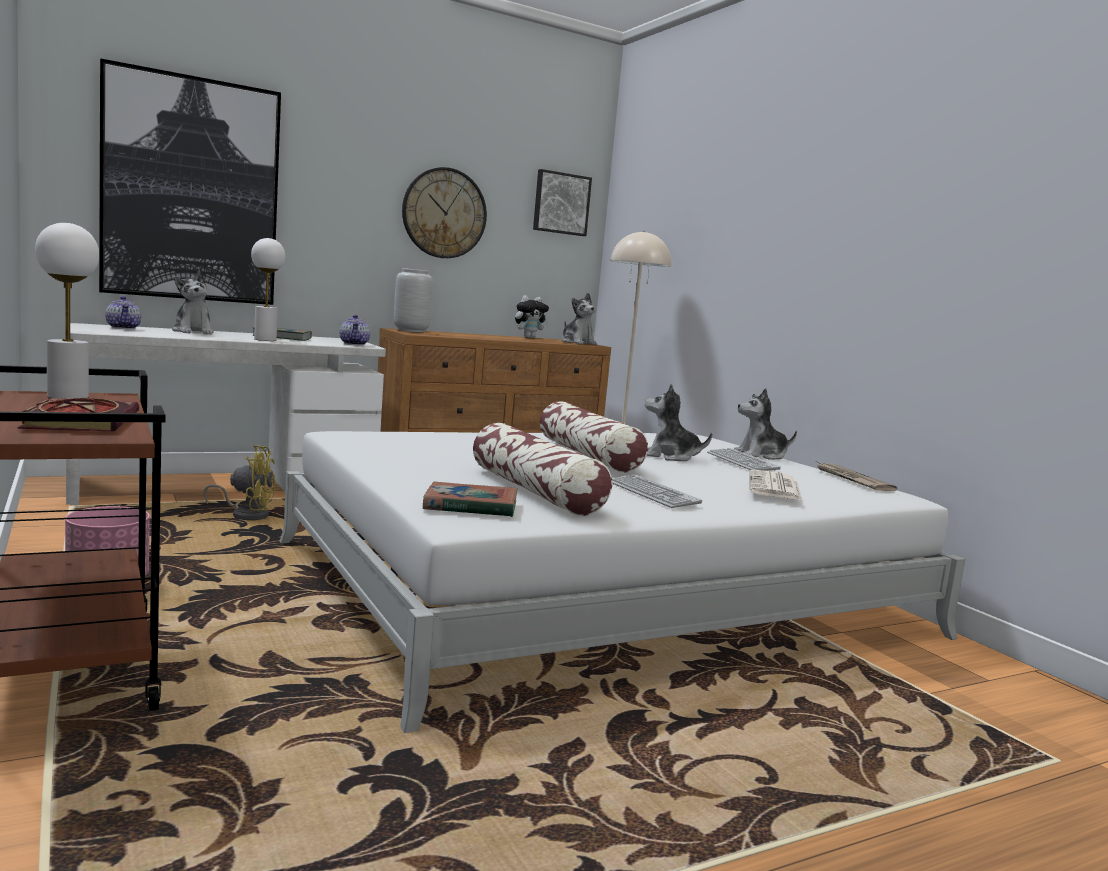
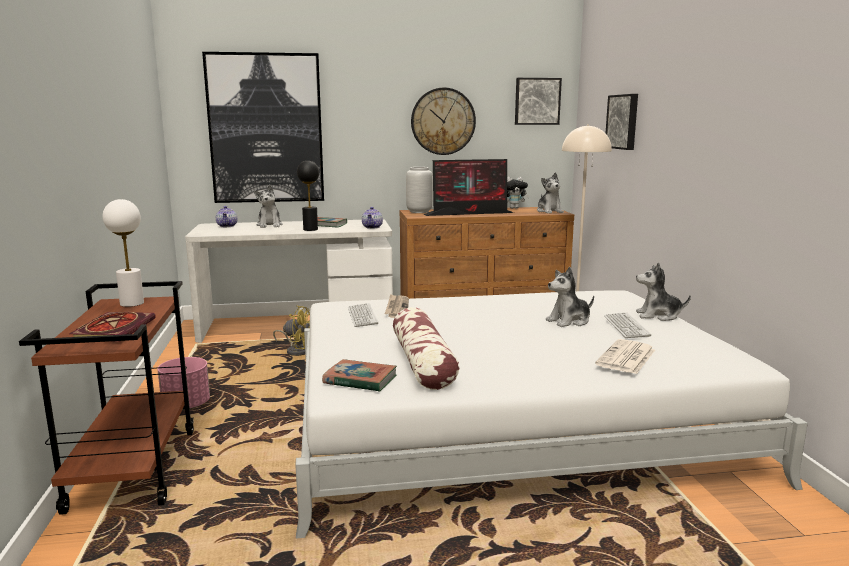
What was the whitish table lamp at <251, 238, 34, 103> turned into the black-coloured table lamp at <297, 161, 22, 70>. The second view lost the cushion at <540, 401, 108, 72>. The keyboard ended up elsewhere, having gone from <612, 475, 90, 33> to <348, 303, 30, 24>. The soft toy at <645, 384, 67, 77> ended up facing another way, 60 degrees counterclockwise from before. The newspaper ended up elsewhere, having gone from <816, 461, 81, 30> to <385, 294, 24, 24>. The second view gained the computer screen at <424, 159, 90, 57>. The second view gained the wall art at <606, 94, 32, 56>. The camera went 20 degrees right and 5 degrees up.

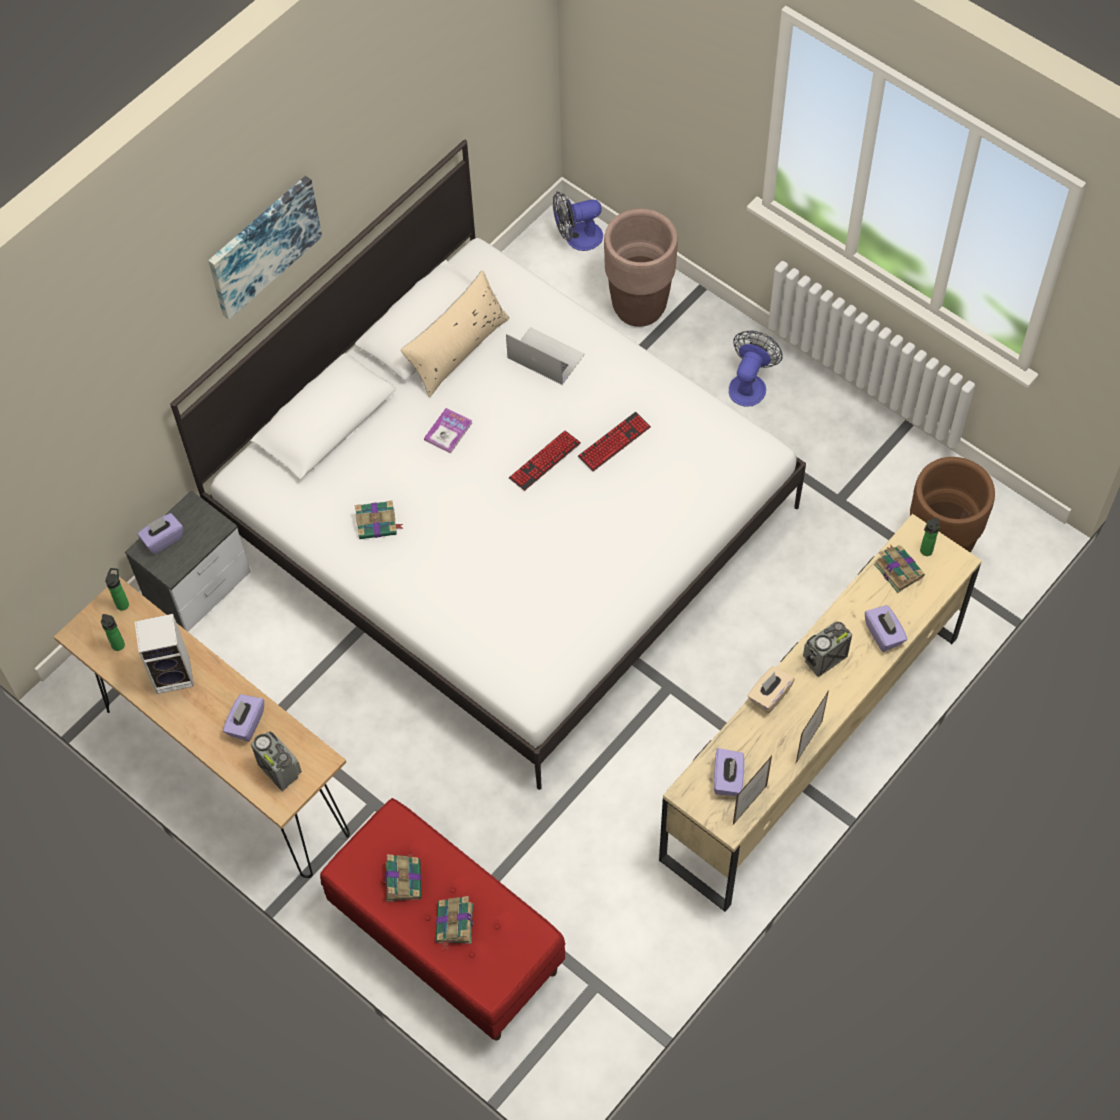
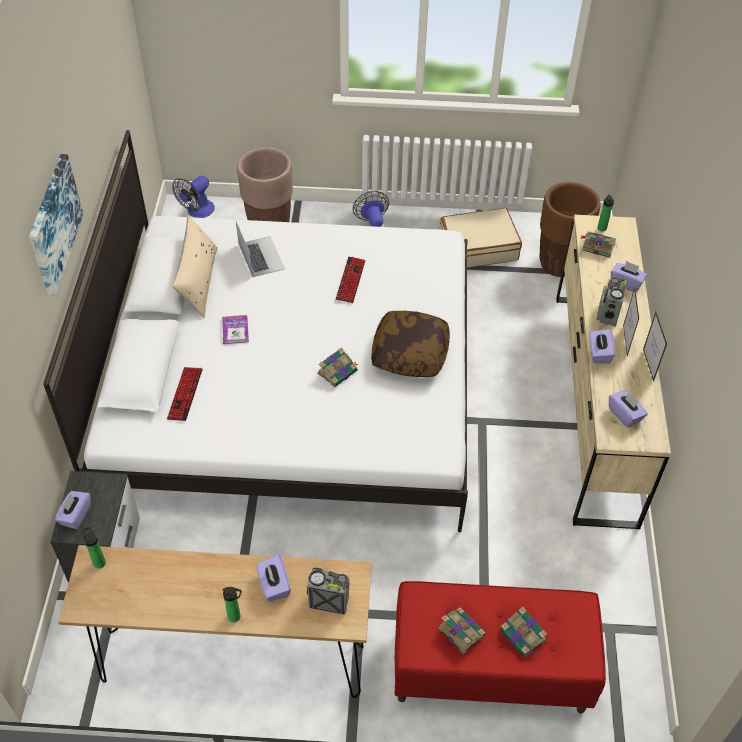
The bottle ended up elsewhere, having gone from <101, 614, 24, 37> to <222, 587, 20, 35>. The second view lost the speaker at <134, 614, 60, 80>. The book ended up elsewhere, having gone from <355, 500, 48, 39> to <317, 347, 41, 40>. The notebook computer at <506, 327, 79, 58> ended up facing another way, 75 degrees clockwise from before. The keyboard ended up elsewhere, having gone from <509, 430, 72, 61> to <167, 367, 36, 54>. The picture frame ended up elsewhere, having gone from <732, 756, 40, 70> to <623, 288, 16, 68>. What was the sand-coloured tissue holder at <748, 666, 47, 48> turned into the purplish tissue holder at <589, 329, 26, 35>. The second view gained the cushion at <371, 311, 79, 66>. The second view gained the sand-coloured piece of luggage at <439, 208, 83, 60>. The camera went 40 degrees left and 10 degrees down.

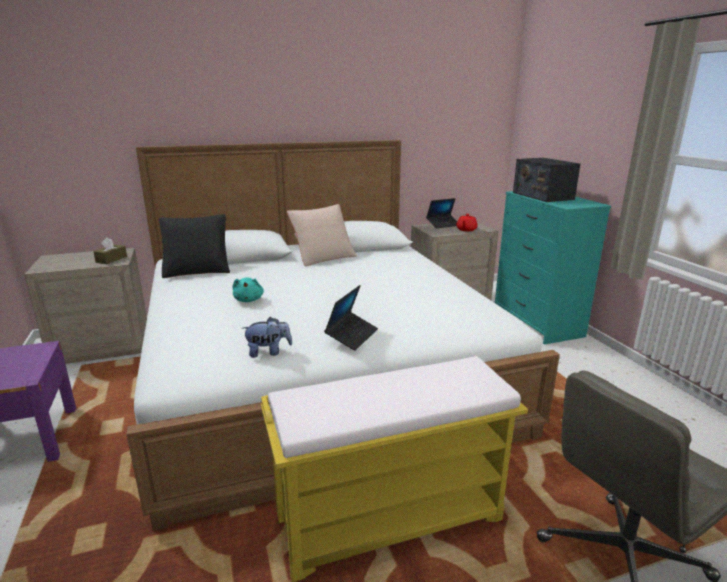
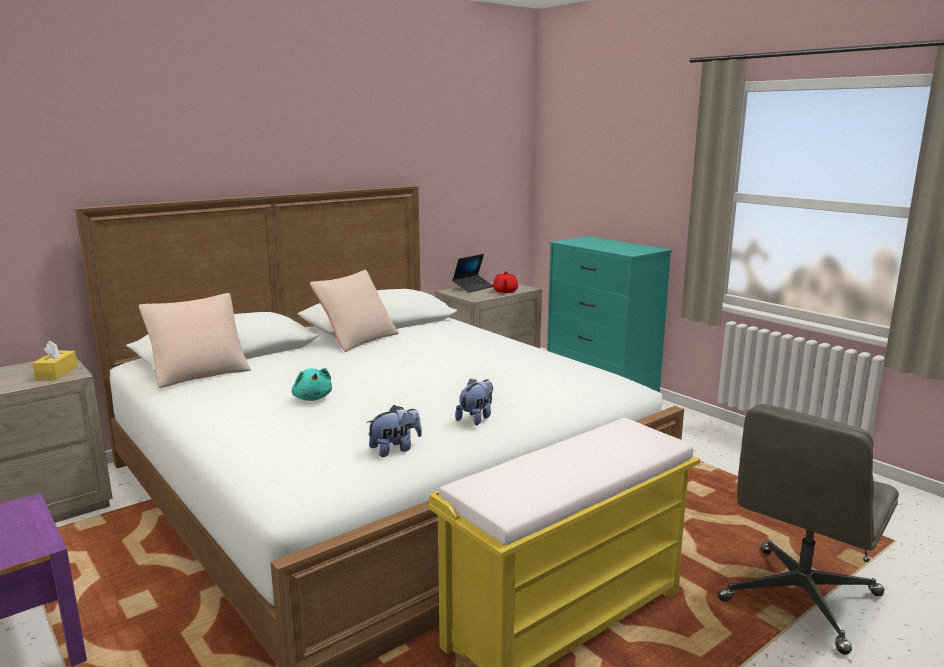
What was the brown-coloured tissue holder at <93, 237, 34, 27> turned into the yellow-coloured tissue holder at <32, 341, 45, 39>. What was the black-coloured cushion at <159, 214, 71, 64> turned into the sand-coloured cushion at <138, 293, 113, 95>. Where the notebook computer stood at <324, 285, 54, 66>, the soft toy came to stand at <455, 378, 38, 48>. The second view lost the radio receiver at <513, 158, 67, 44>. The camera went 20 degrees left and 5 degrees down.

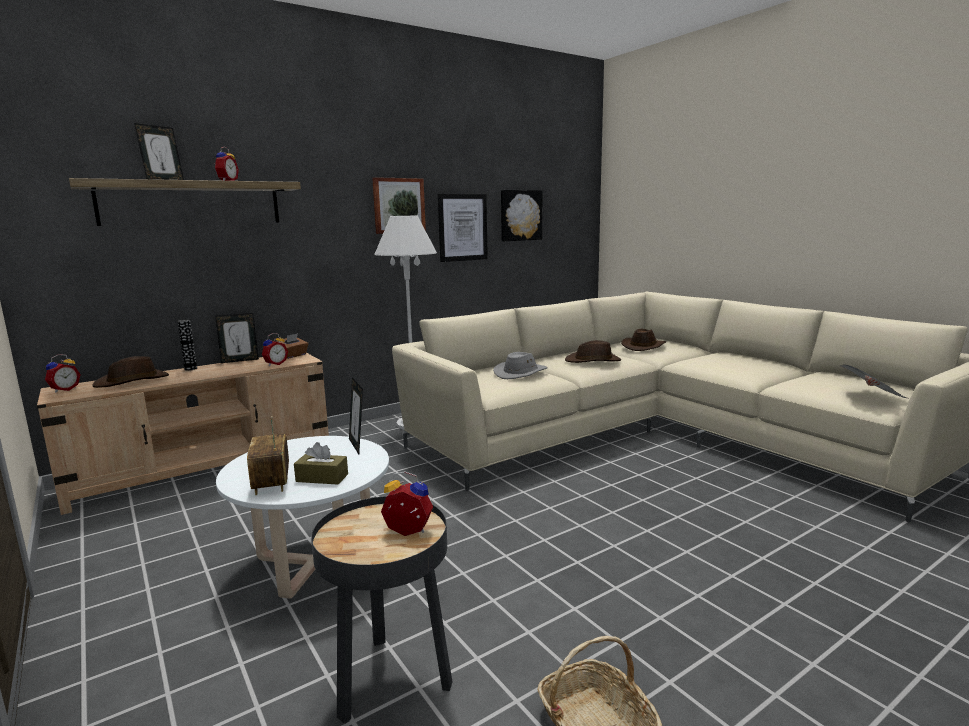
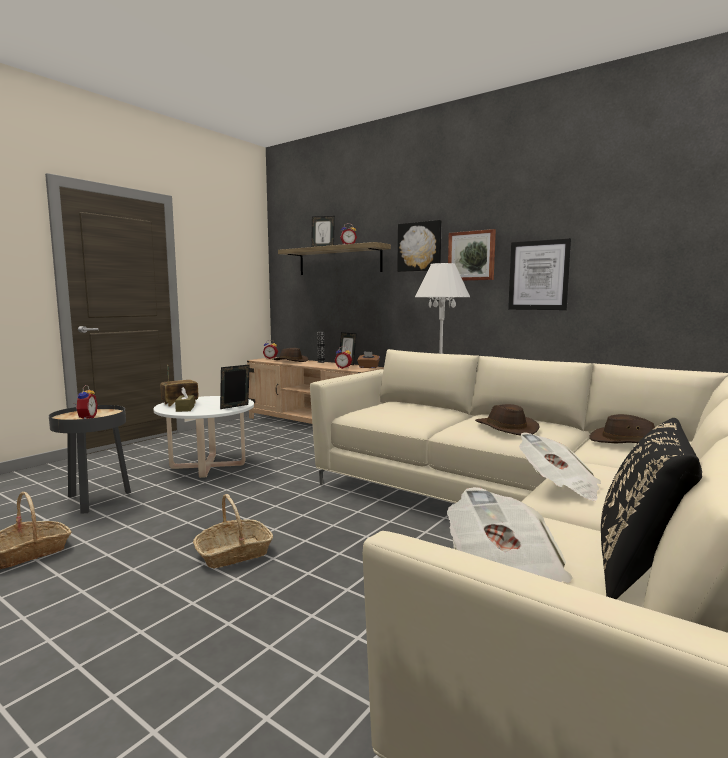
The second view lost the grey clothing hat at <493, 352, 55, 27>. The wall art ended up elsewhere, having gone from <501, 190, 41, 51> to <397, 220, 45, 52>. The second view gained the storage basket at <193, 494, 80, 74>. The second view gained the newspaper at <519, 432, 82, 69>. The second view gained the black-coloured cushion at <601, 418, 101, 181>. The camera went 70 degrees right and 5 degrees down.

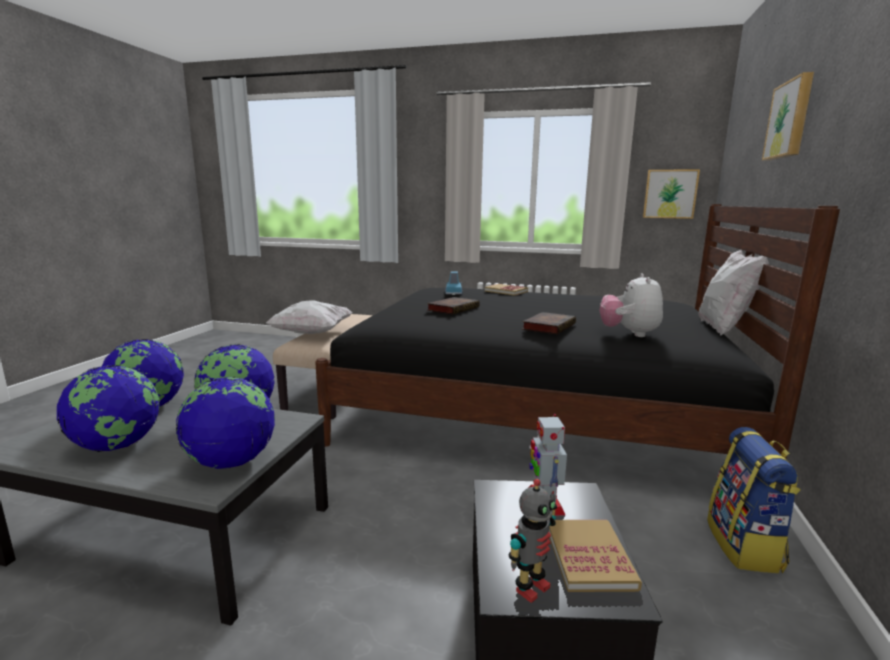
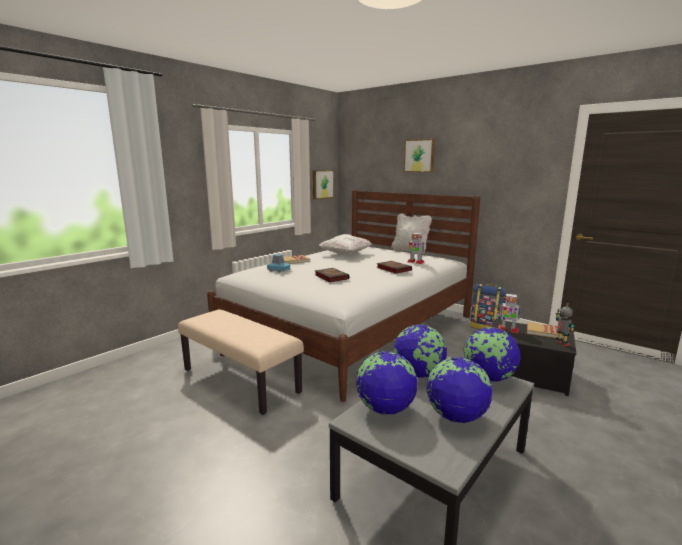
The whitish cushion ended up elsewhere, having gone from <266, 300, 86, 34> to <319, 234, 52, 21>. What was the black-coloured bed at <315, 204, 525, 255> turned into the whitish bed at <207, 190, 273, 212>. Where the soft toy stood at <600, 273, 63, 64>, the robot figure came to stand at <407, 232, 18, 32>. The camera went 65 degrees left and 0 degrees up.

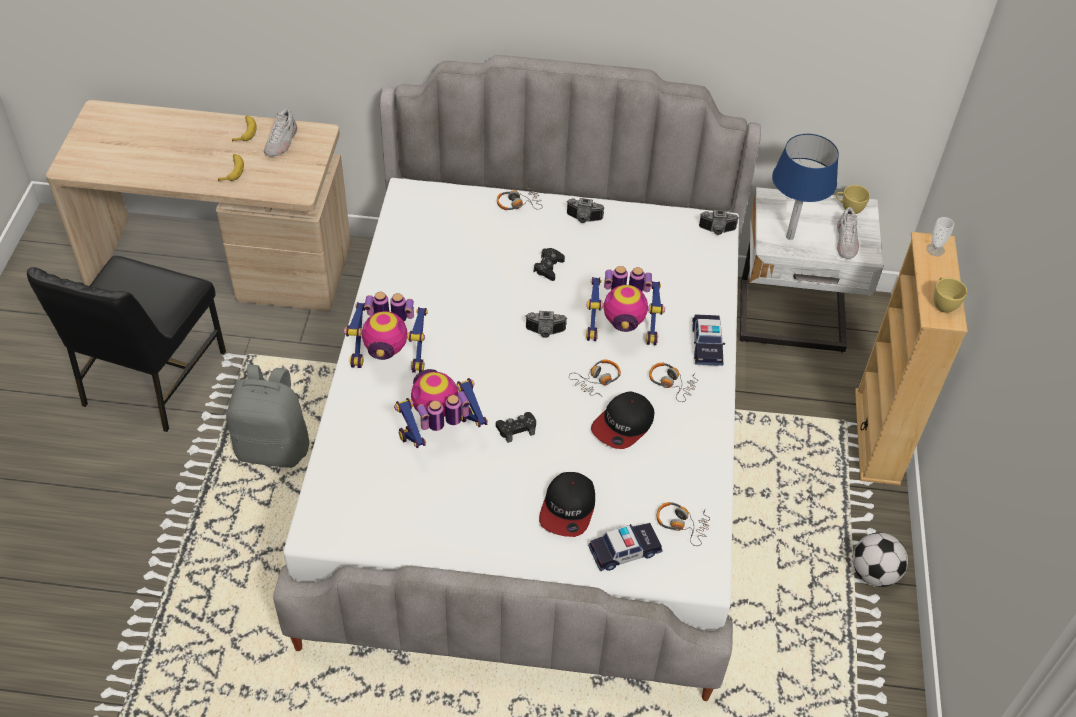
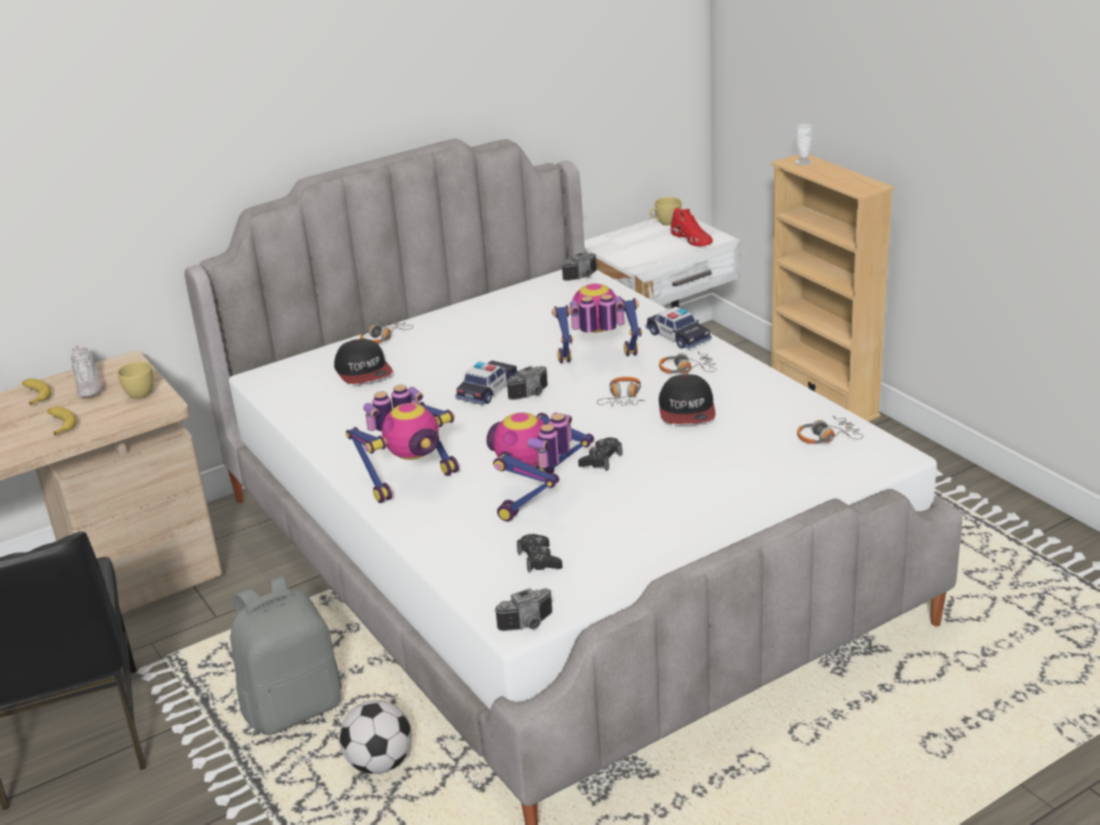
The black-coloured joypad ended up elsewhere, having gone from <534, 248, 31, 33> to <517, 534, 45, 39>. The baseball cap ended up elsewhere, having gone from <539, 472, 56, 65> to <334, 339, 59, 45>. The photo camera ended up elsewhere, having gone from <567, 198, 38, 25> to <495, 588, 57, 43>. The robot figure at <586, 266, 79, 79> ended up facing another way, 150 degrees counterclockwise from before. The model car ended up elsewhere, having gone from <588, 523, 75, 48> to <455, 361, 63, 44>. The second view lost the blue-coloured table lamp at <772, 134, 67, 106>. What was the whitish low shoe at <837, 207, 22, 52> turned into the reddish low shoe at <670, 208, 43, 39>. The football ended up elsewhere, having gone from <853, 533, 55, 54> to <339, 700, 73, 74>. The yellow-coloured cup ended up elsewhere, having gone from <934, 277, 33, 36> to <117, 362, 36, 37>. The camera went 35 degrees left and 20 degrees down.

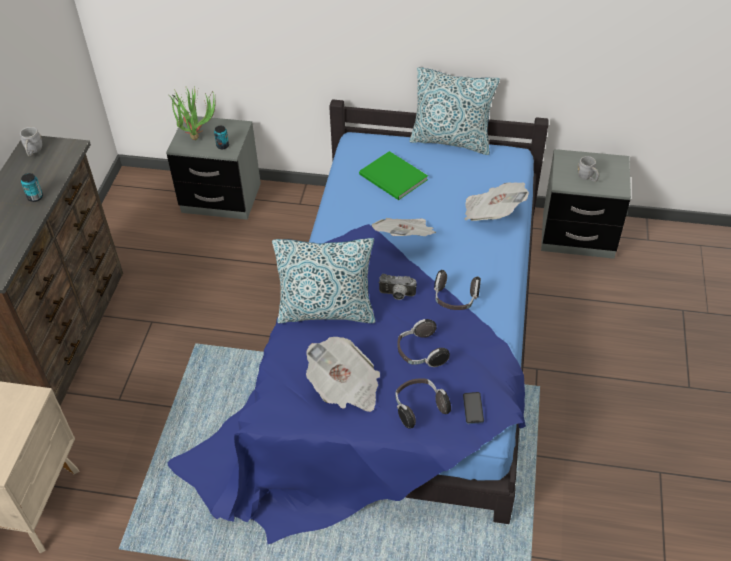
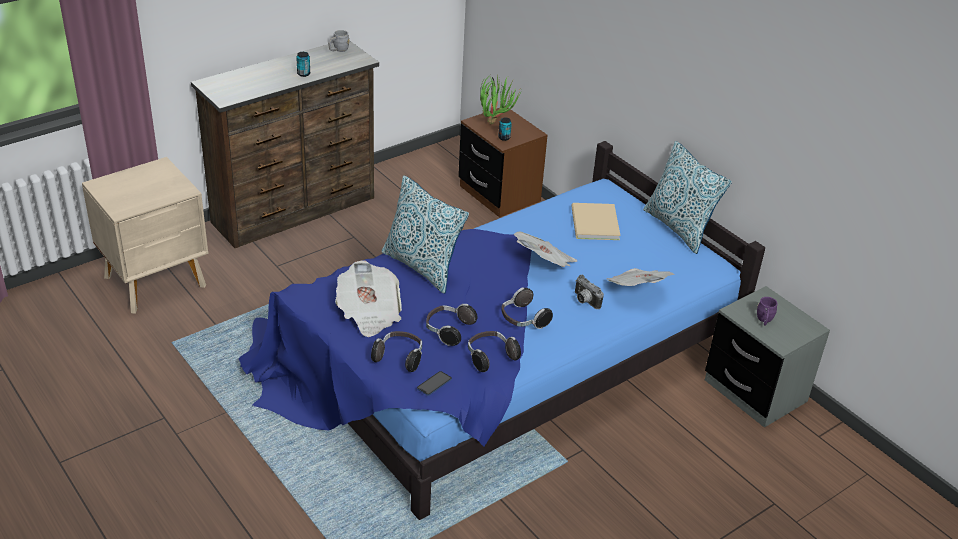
What was the grey night table at <166, 116, 95, 104> turned into the brown-coloured night table at <458, 106, 90, 112>. What was the greenish book at <359, 151, 69, 49> turned into the sand-coloured book at <571, 203, 50, 37>. The photo camera ended up elsewhere, having gone from <378, 274, 39, 26> to <575, 275, 29, 34>. What was the grey tea mug at <578, 156, 21, 26> turned into the purplish tea mug at <757, 297, 21, 29>. The second view gained the headset at <468, 331, 53, 41>. The camera went 40 degrees right and 10 degrees down.

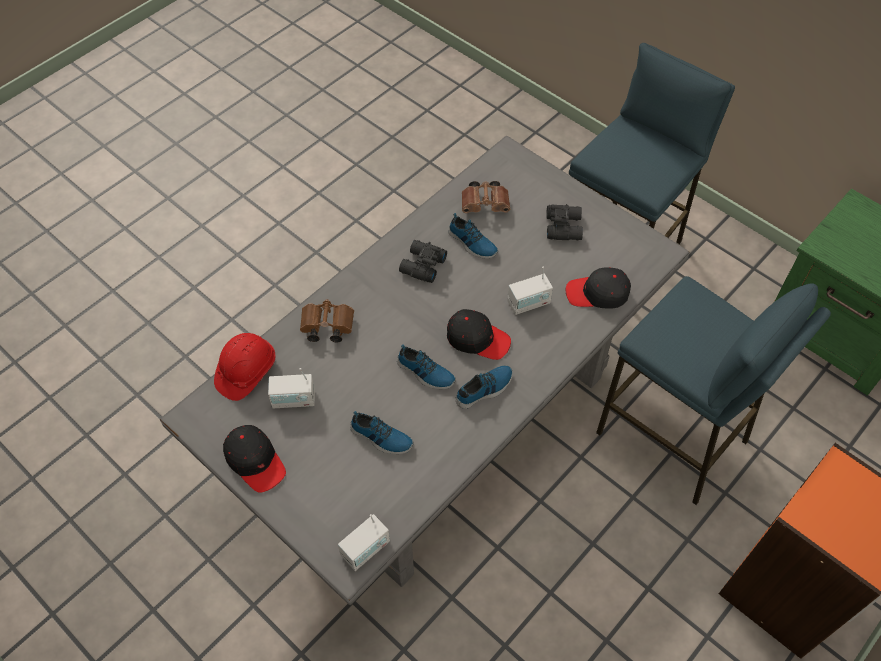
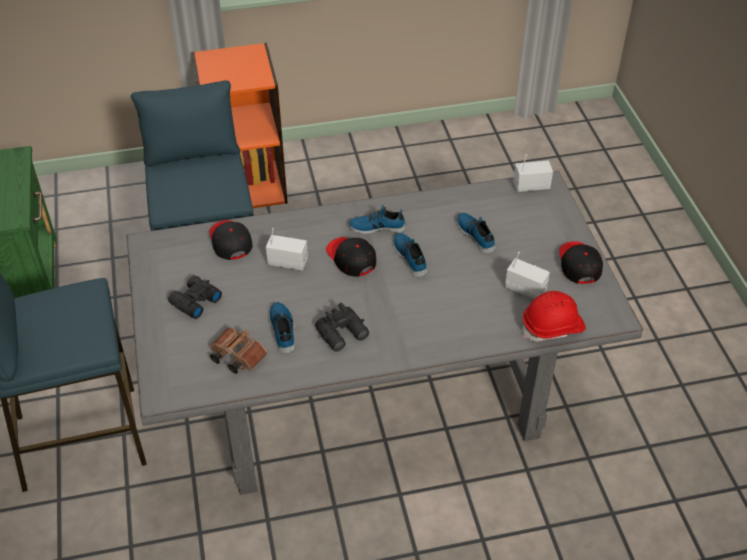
The second view lost the brown-coloured pair of binoculars at <300, 299, 54, 43>. The black-coloured baseball cap at <566, 267, 65, 41> ended up facing another way, 150 degrees counterclockwise from before. The camera went 145 degrees left and 10 degrees down.

